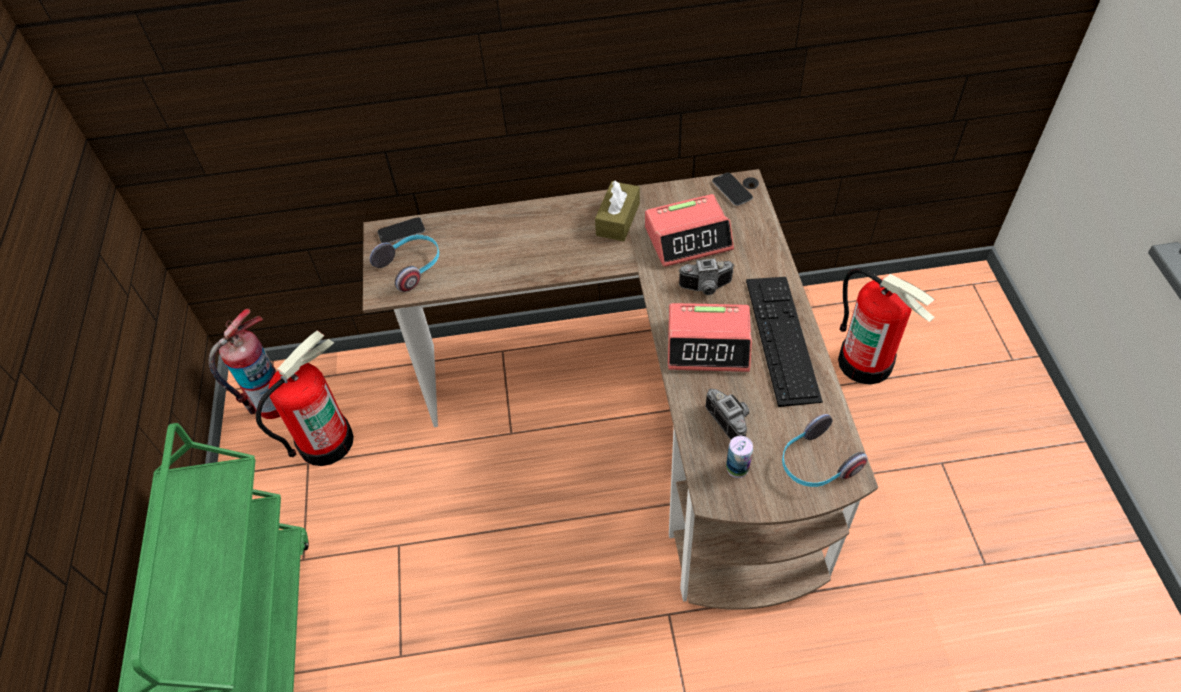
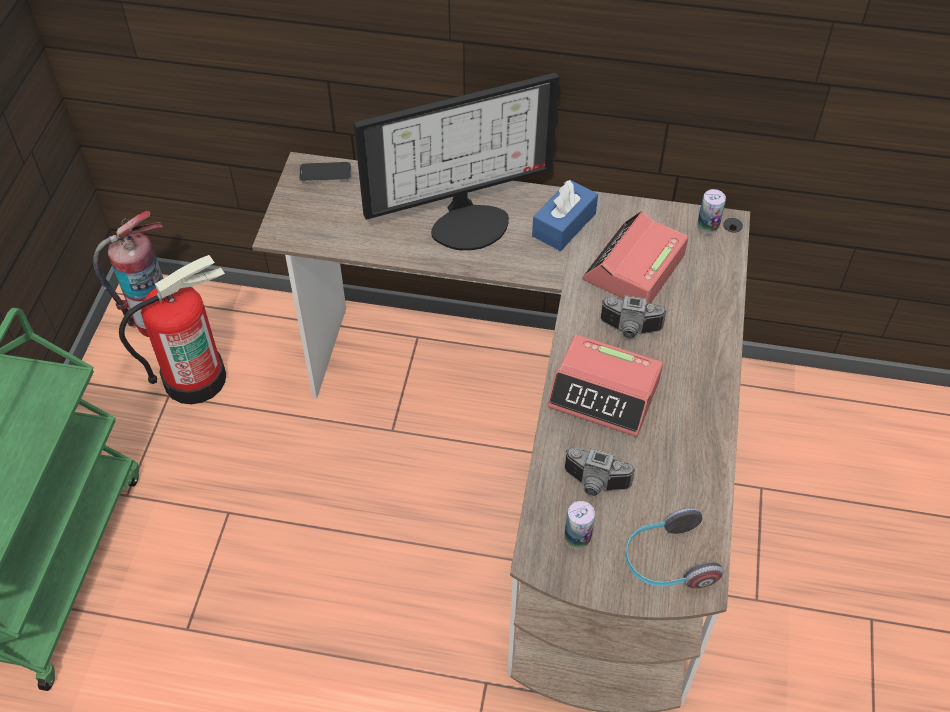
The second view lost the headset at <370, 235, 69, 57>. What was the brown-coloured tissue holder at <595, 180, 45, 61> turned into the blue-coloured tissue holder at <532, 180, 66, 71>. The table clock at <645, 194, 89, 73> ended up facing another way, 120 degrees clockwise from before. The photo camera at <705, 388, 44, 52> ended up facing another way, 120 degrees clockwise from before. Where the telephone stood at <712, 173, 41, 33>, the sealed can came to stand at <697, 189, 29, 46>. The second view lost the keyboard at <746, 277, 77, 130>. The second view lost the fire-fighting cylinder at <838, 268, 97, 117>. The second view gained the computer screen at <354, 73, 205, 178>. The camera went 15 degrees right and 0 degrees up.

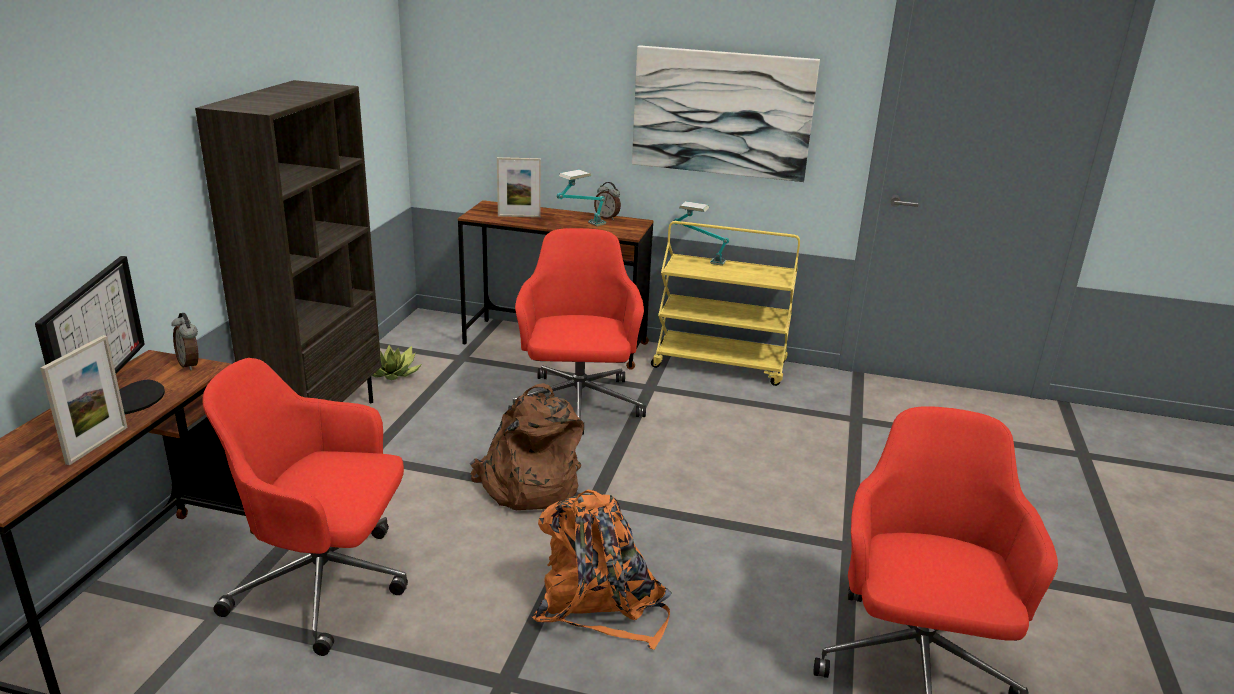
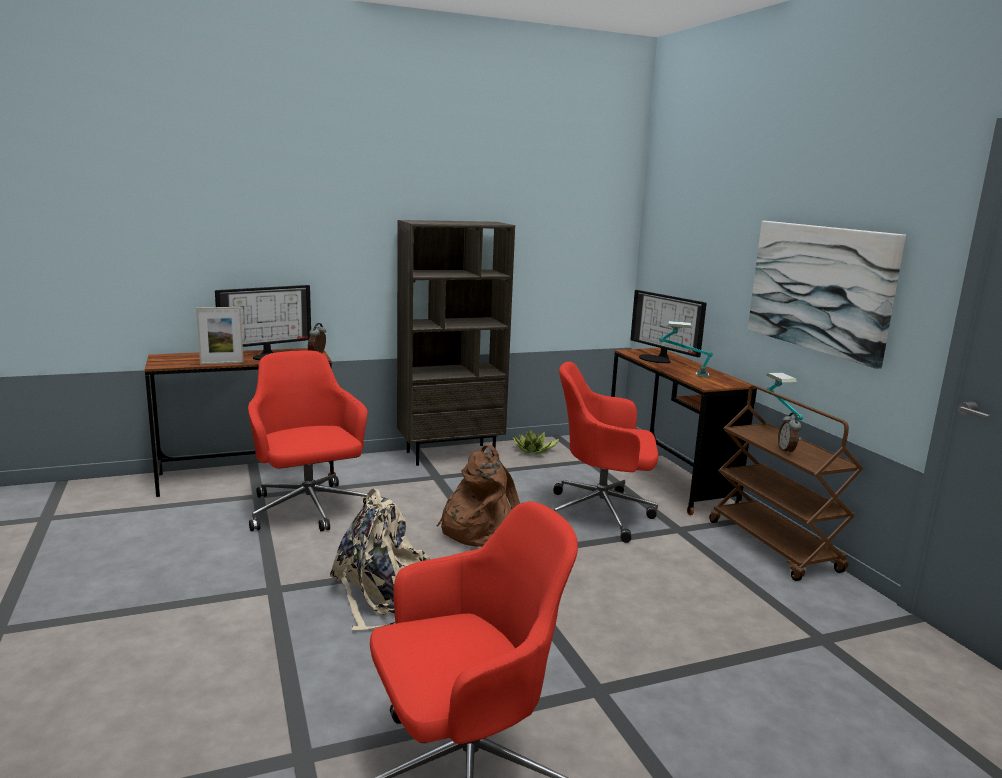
Where the picture frame stood at <497, 157, 44, 60>, the computer screen came to stand at <630, 290, 77, 73>. The reddish desk chair at <508, 228, 138, 207> ended up facing another way, 135 degrees counterclockwise from before. What was the orange backpack at <532, 490, 139, 160> turned into the sand-coloured backpack at <330, 488, 100, 143>. The table clock ended up elsewhere, having gone from <594, 182, 27, 38> to <778, 413, 23, 41>. What was the yellow-coloured cart at <651, 221, 149, 165> turned into the brown-coloured cart at <709, 385, 155, 196>. The camera went 55 degrees right and 10 degrees down.

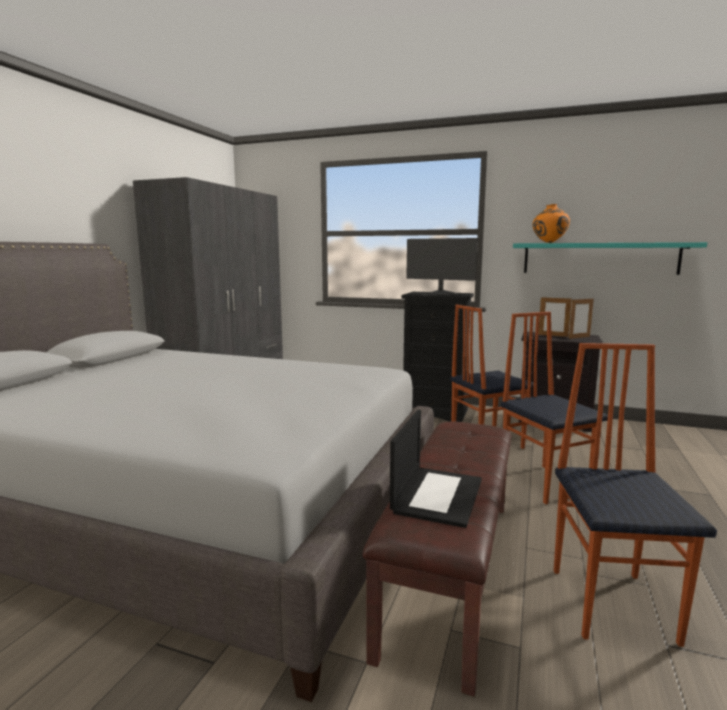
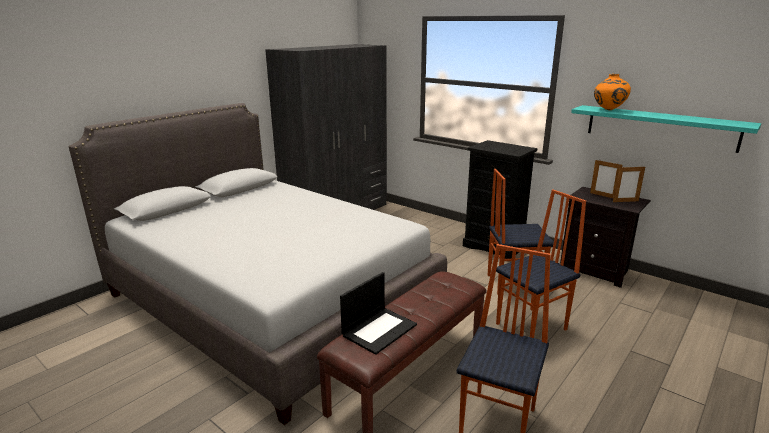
The second view lost the computer screen at <406, 238, 72, 57>. The plain chair at <501, 312, 107, 192> ended up facing another way, 60 degrees clockwise from before. The camera went 20 degrees right and 10 degrees up.

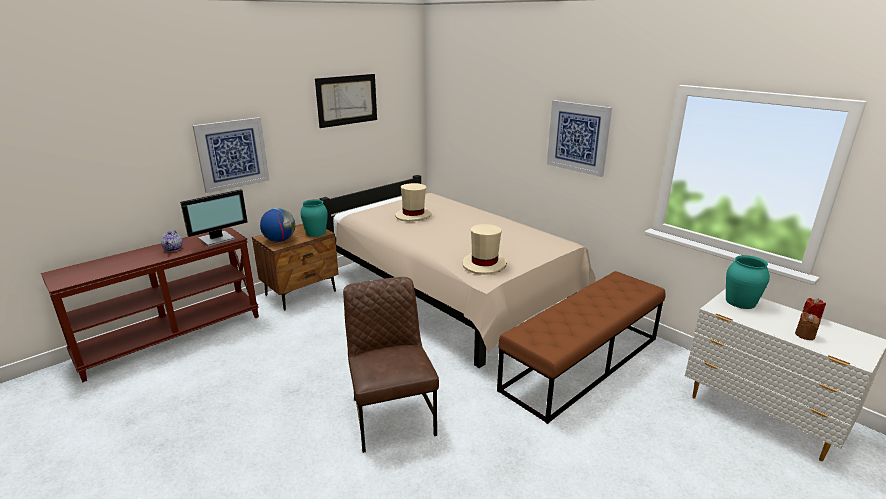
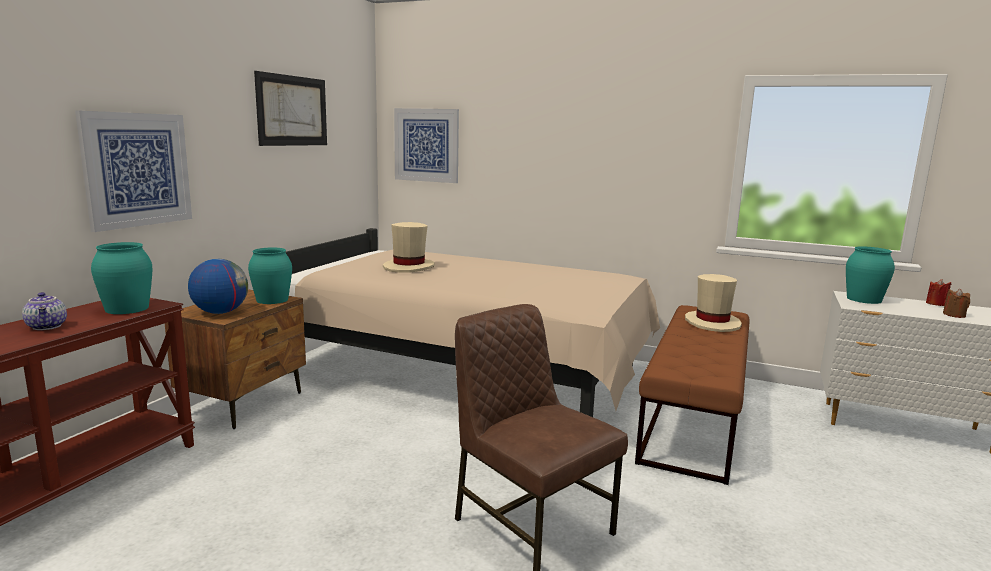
Where the computer screen stood at <180, 189, 68, 58>, the turquoise-coloured decorative vase came to stand at <91, 242, 61, 72>. The sand-coloured clothing hat ended up elsewhere, having gone from <463, 224, 44, 51> to <685, 274, 57, 58>. The wall art ended up elsewhere, having gone from <547, 100, 65, 77> to <394, 108, 65, 75>. The camera went 25 degrees left and 10 degrees down.

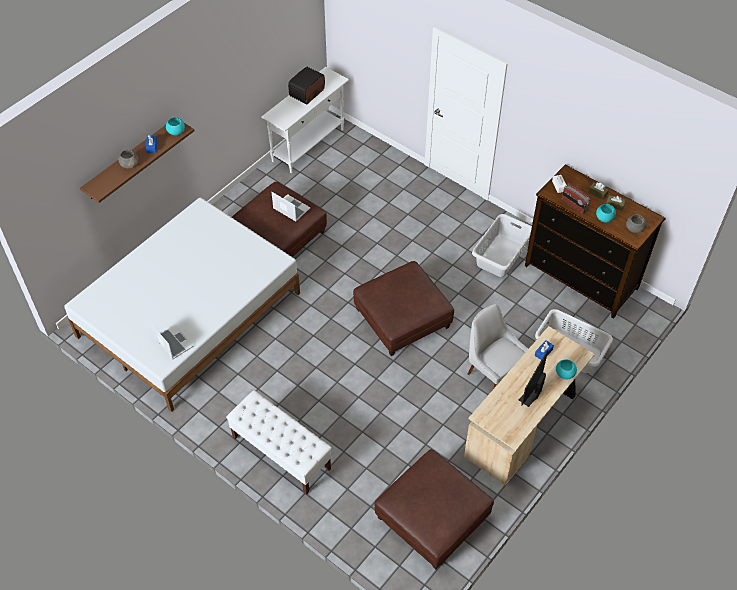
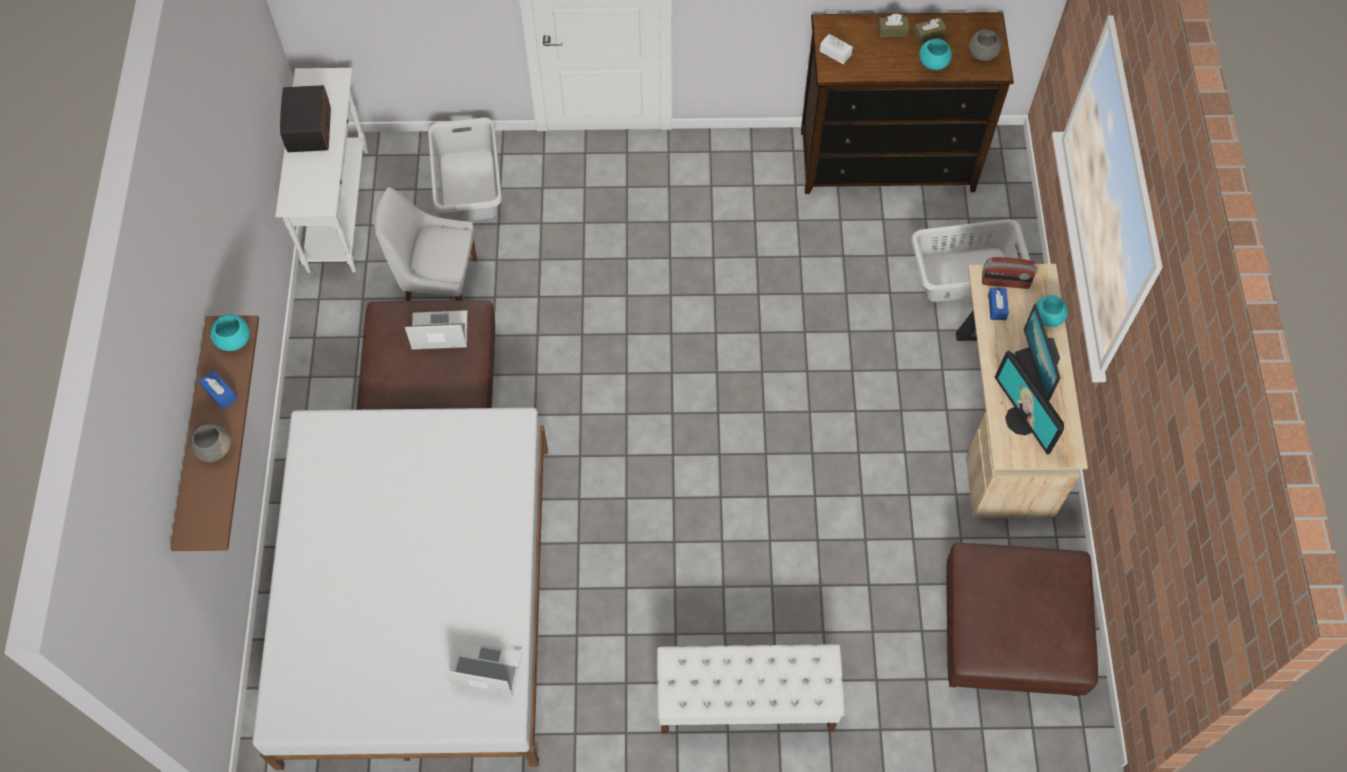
The second view lost the brown-coloured ottoman at <353, 261, 101, 95>. The whitish plain chair ended up elsewhere, having gone from <468, 304, 60, 84> to <374, 187, 103, 114>. The grey hamper ended up elsewhere, having gone from <472, 214, 60, 63> to <428, 117, 74, 104>. The radio receiver ended up elsewhere, having gone from <562, 183, 28, 31> to <982, 257, 56, 32>. The second view gained the computer screen at <994, 351, 70, 104>. The camera went 40 degrees left and 10 degrees up.

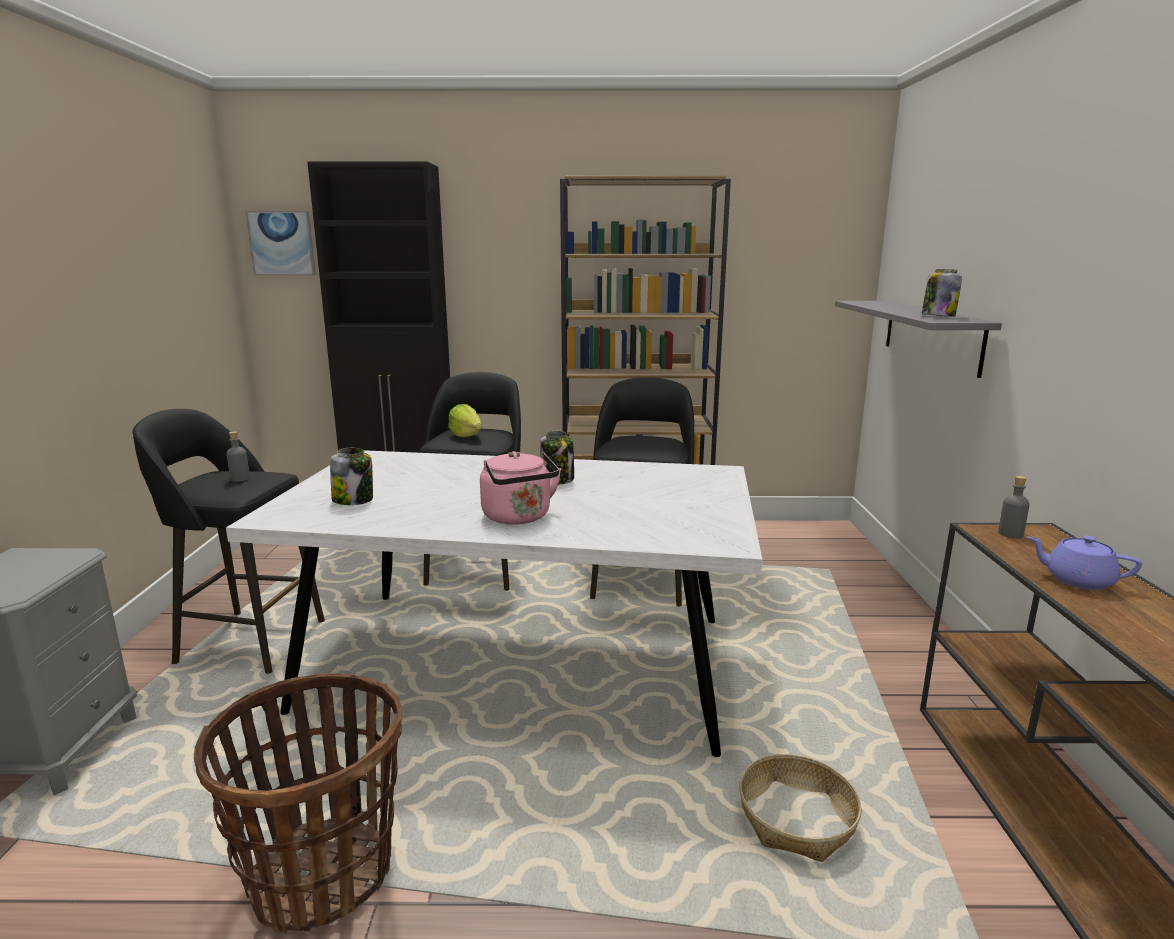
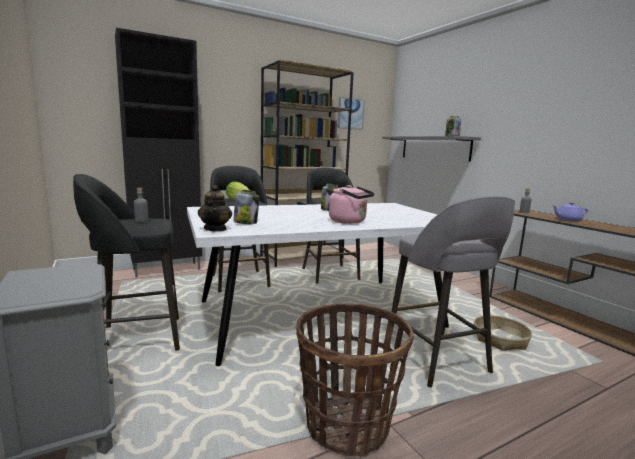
The wall art ended up elsewhere, having gone from <246, 211, 70, 64> to <338, 97, 27, 33>. The second view gained the teapot at <198, 185, 34, 47>. The second view gained the grey stool seat at <391, 196, 124, 191>. The camera went 30 degrees left and 5 degrees down.

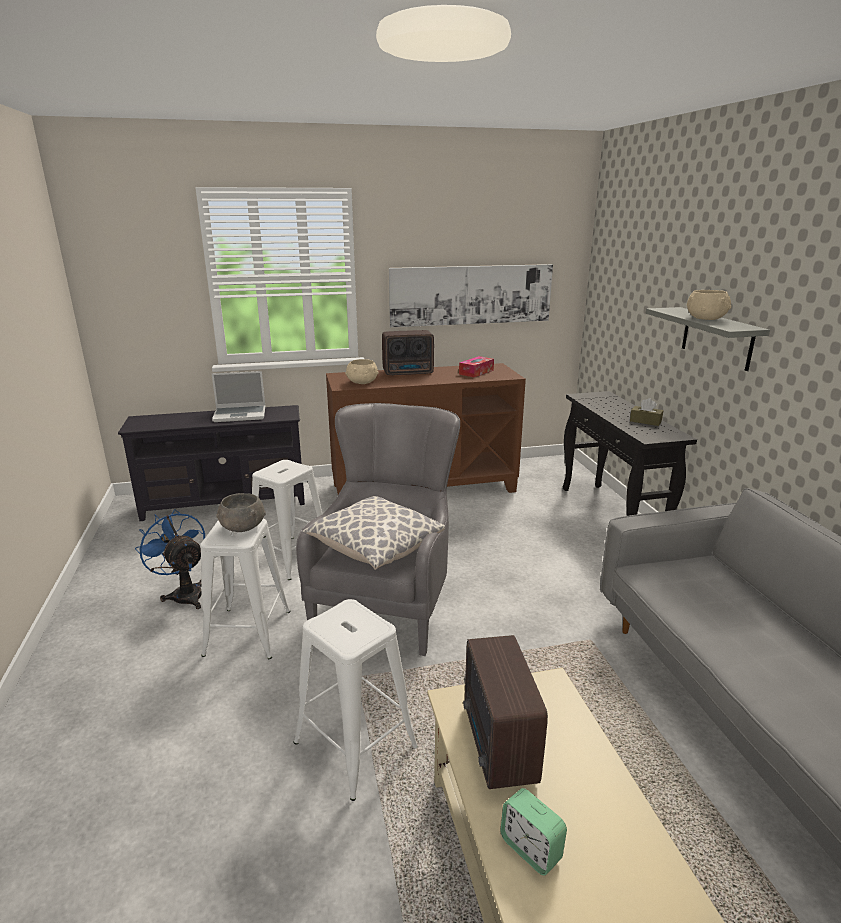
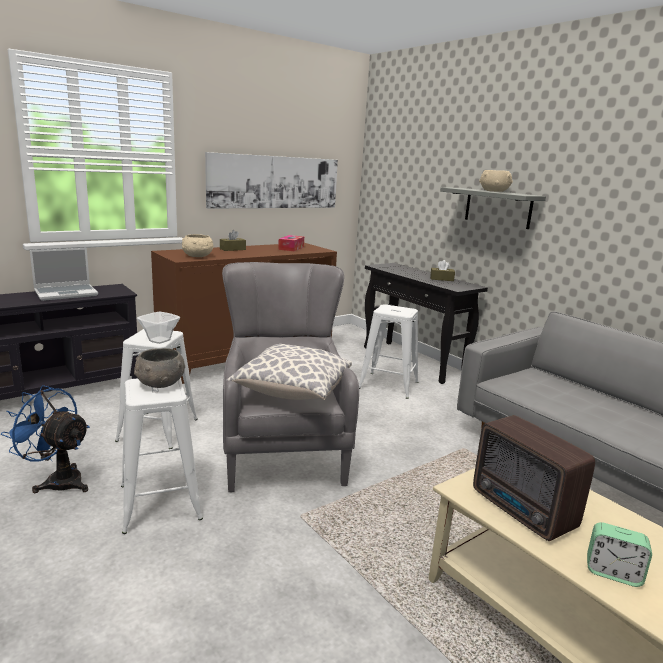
The whitish stool seat ended up elsewhere, having gone from <293, 599, 125, 202> to <359, 304, 59, 95>. Where the radio receiver stood at <382, 330, 52, 46>, the brown-coloured tissue holder came to stand at <220, 230, 26, 21>. The second view gained the serving bowl at <137, 312, 43, 32>. The camera went 25 degrees left and 5 degrees down.

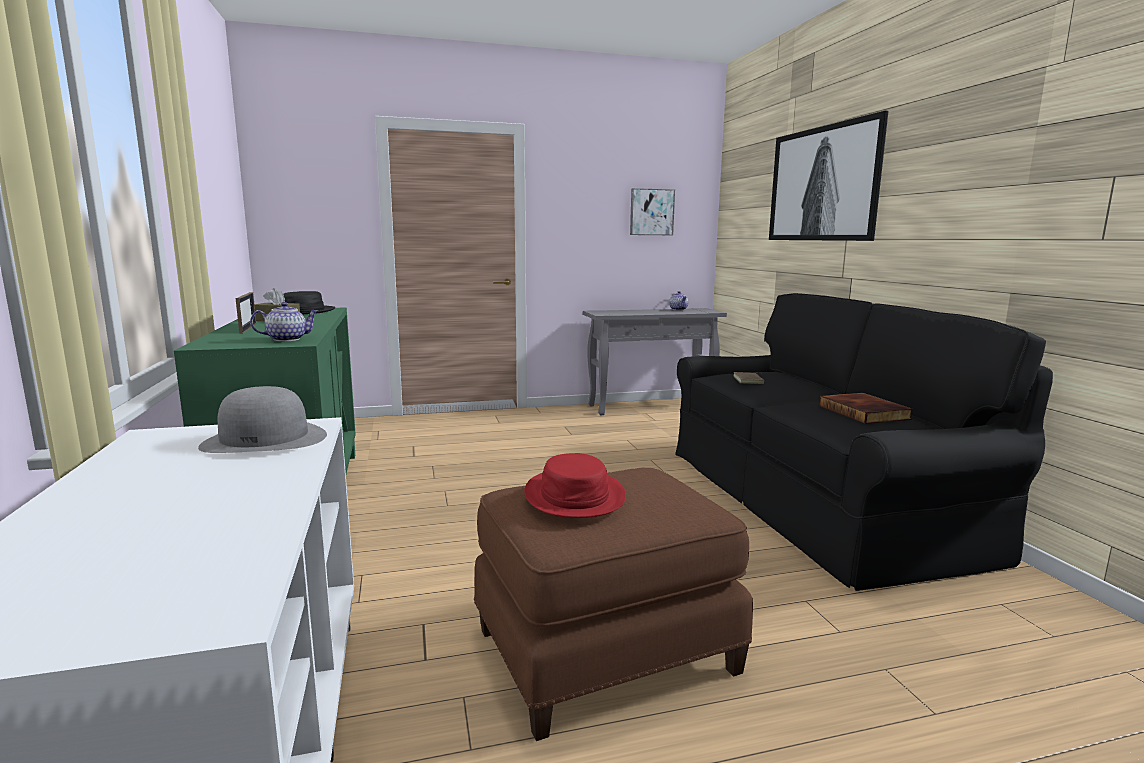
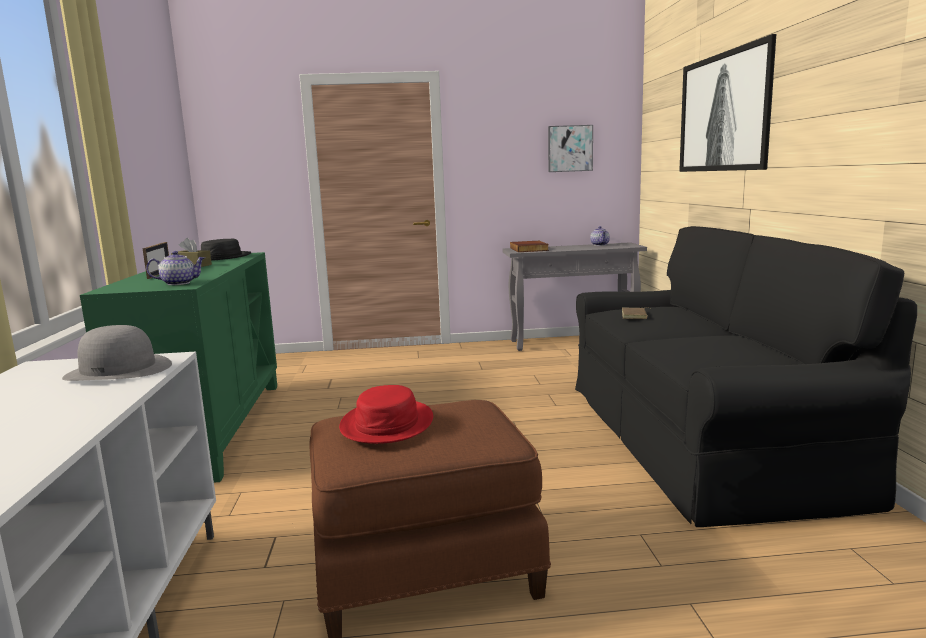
The book ended up elsewhere, having gone from <819, 393, 93, 31> to <510, 241, 39, 11>. The camera went 10 degrees right and 0 degrees up.

